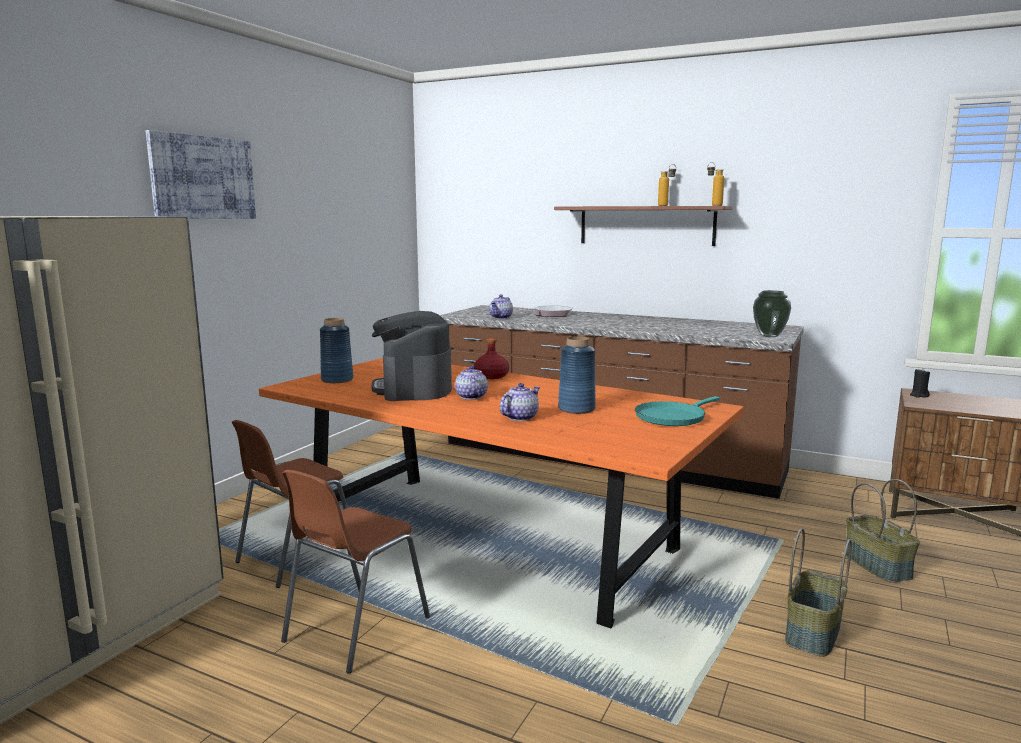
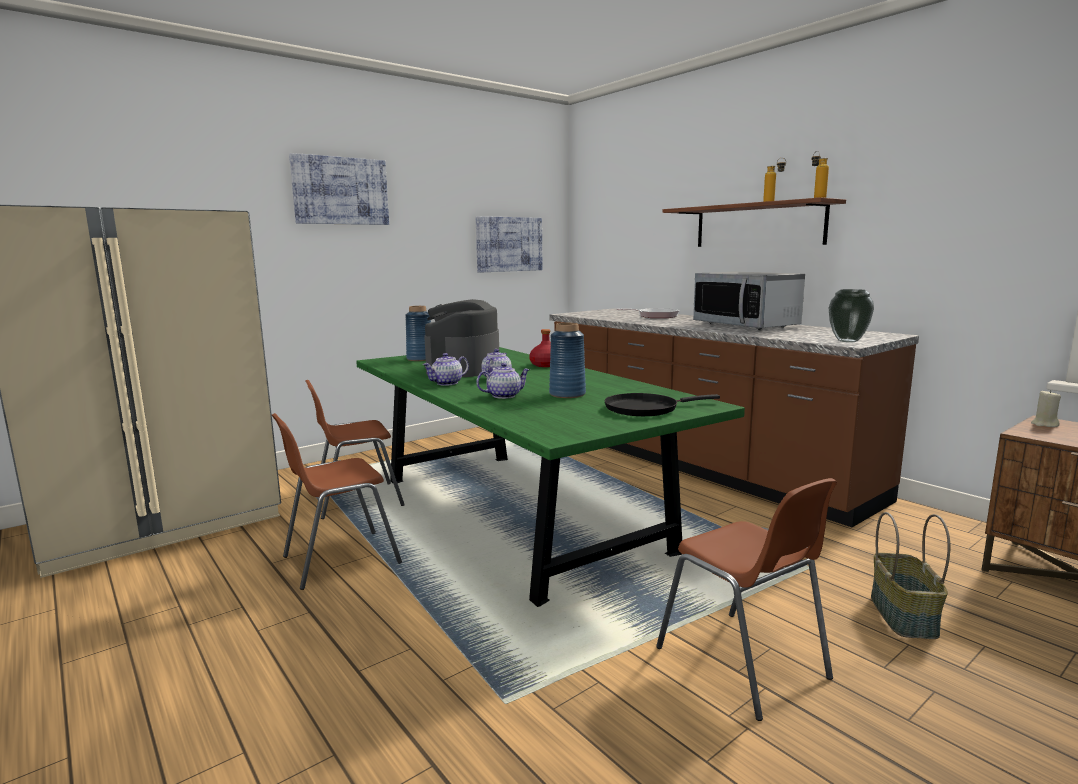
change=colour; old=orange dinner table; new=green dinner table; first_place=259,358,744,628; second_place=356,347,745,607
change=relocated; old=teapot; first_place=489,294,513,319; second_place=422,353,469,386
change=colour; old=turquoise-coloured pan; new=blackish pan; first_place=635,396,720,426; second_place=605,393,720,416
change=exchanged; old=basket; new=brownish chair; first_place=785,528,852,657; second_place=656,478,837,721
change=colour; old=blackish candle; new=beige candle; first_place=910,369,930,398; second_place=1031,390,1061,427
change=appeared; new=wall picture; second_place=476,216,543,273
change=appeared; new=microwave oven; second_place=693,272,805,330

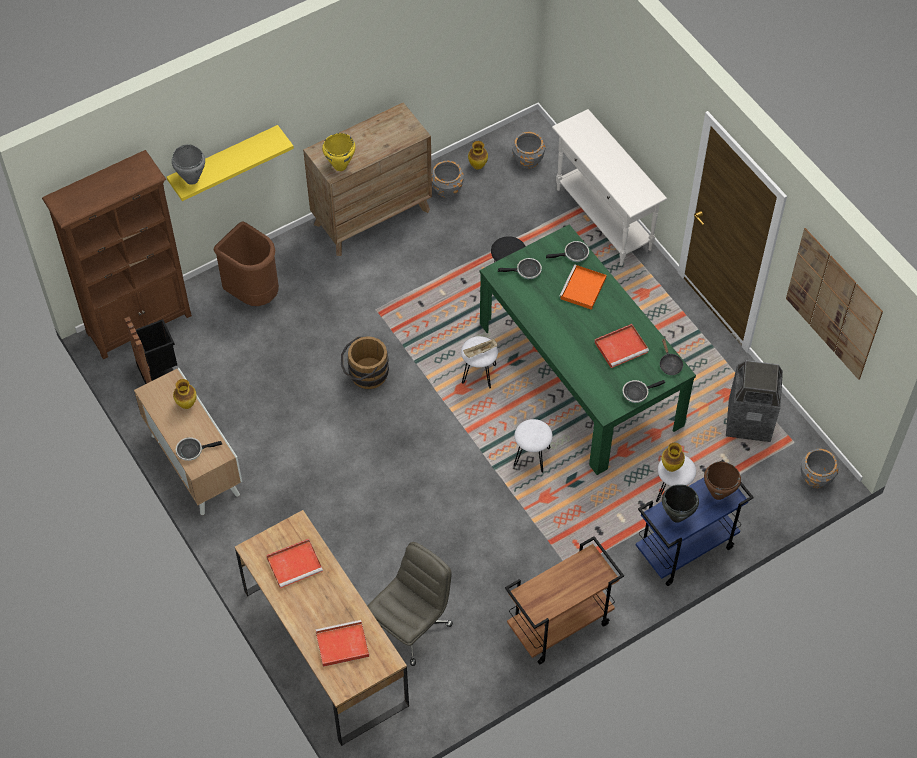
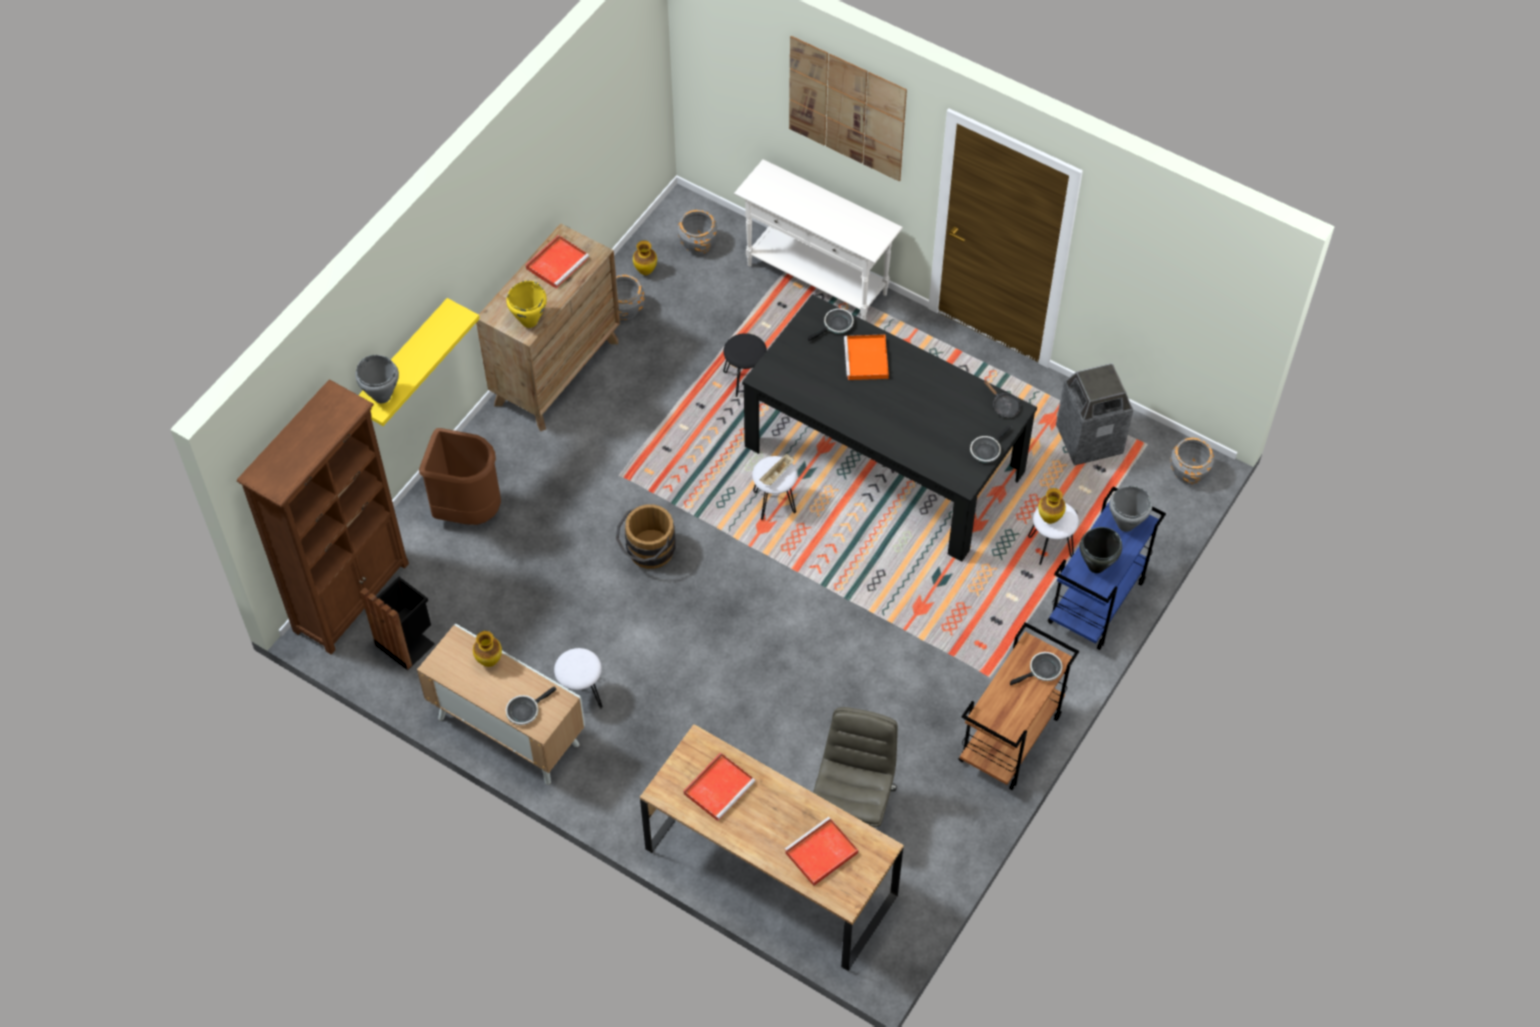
change=colour; old=green dinner table; new=blackish dinner table; first_place=480,224,696,475; second_place=742,294,1037,562
change=relocated; old=pan; first_place=498,258,542,279; second_place=1010,652,1063,685
change=relocated; old=white-coloured stool; first_place=514,419,553,473; second_place=554,648,603,709
change=relocated; old=red-coloured serving tray; first_place=594,324,649,368; second_place=526,235,589,288
change=colour; old=brownish stockpot; new=grey stockpot; first_place=704,462,741,500; second_place=1109,486,1152,532
change=relocated; old=wall picture; first_place=786,228,883,380; second_place=789,36,907,182

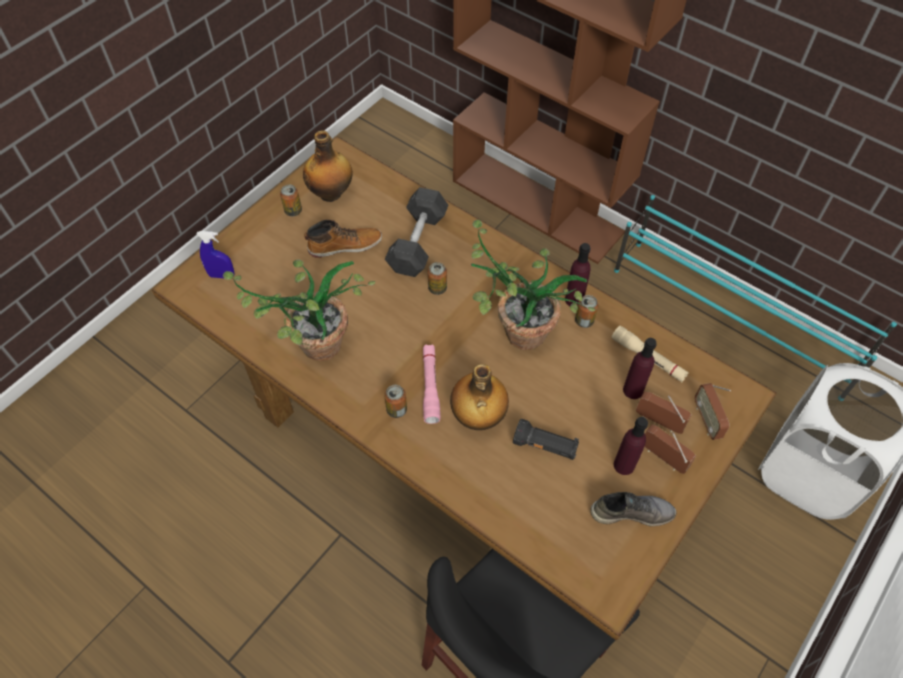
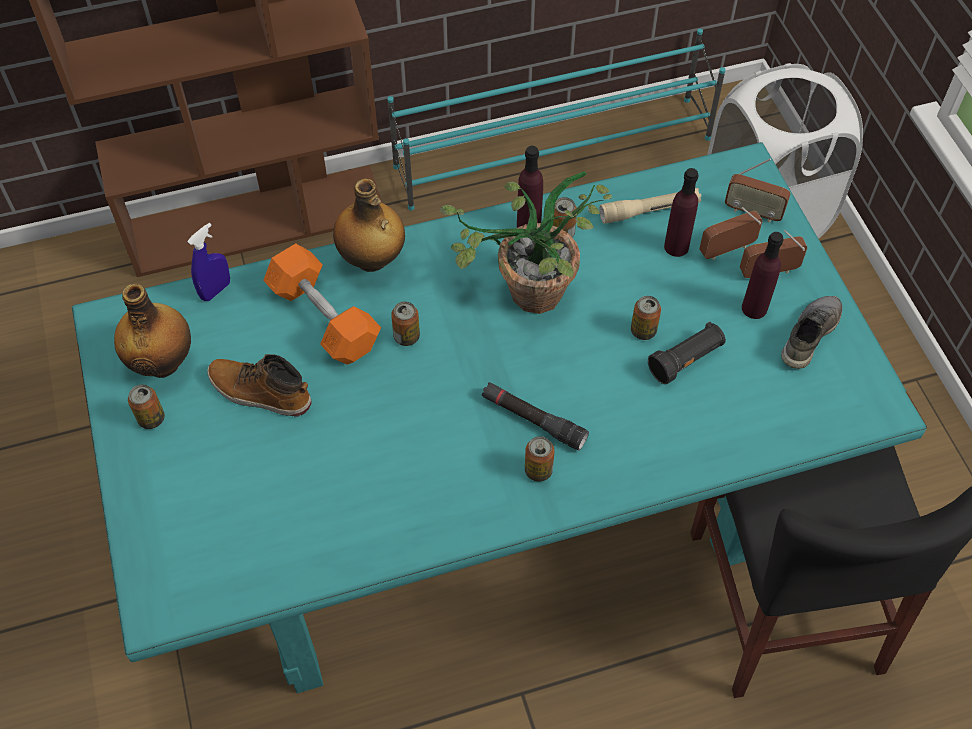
change=colour; old=brownish dinner table; new=turquoise-coloured dinner table; first_place=152,137,777,640; second_place=72,142,927,693
change=relocated; old=blue-coloured hand sprayer; first_place=196,231,235,278; second_place=187,223,230,301
change=missing; old=potted plant; first_place=223,259,375,361
change=spun; old=tall boot; first_place=304,220,382,258; second_place=207,354,312,417; degrees=-90
change=colour; old=grey dumbbell; new=orange dumbbell; first_place=385,187,448,277; second_place=263,244,381,365
change=colour; old=pink-coloured flashlight; new=blackish flashlight; first_place=423,344,441,424; second_place=482,382,589,451
change=relocated; old=bottle; first_place=450,364,509,430; second_place=333,179,405,272
change=appeared; new=metal can; second_place=631,296,661,340

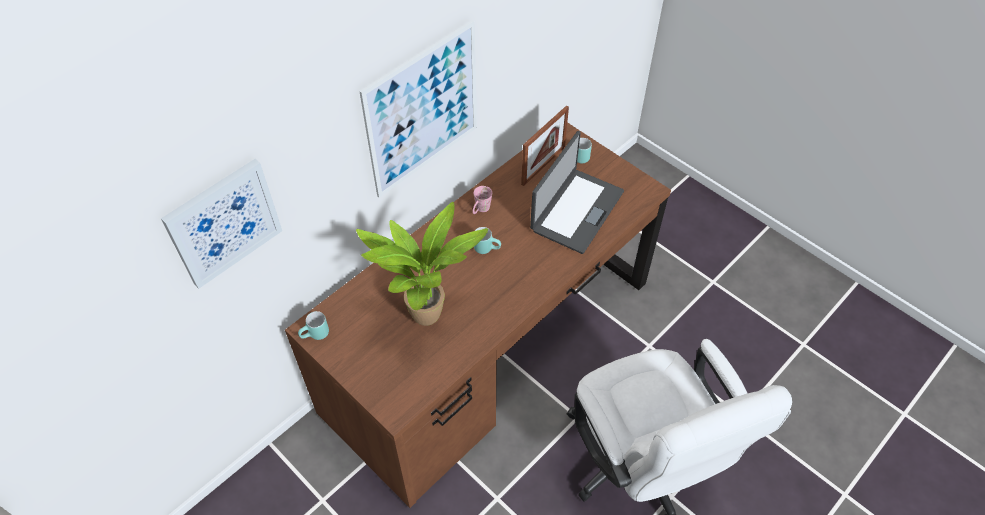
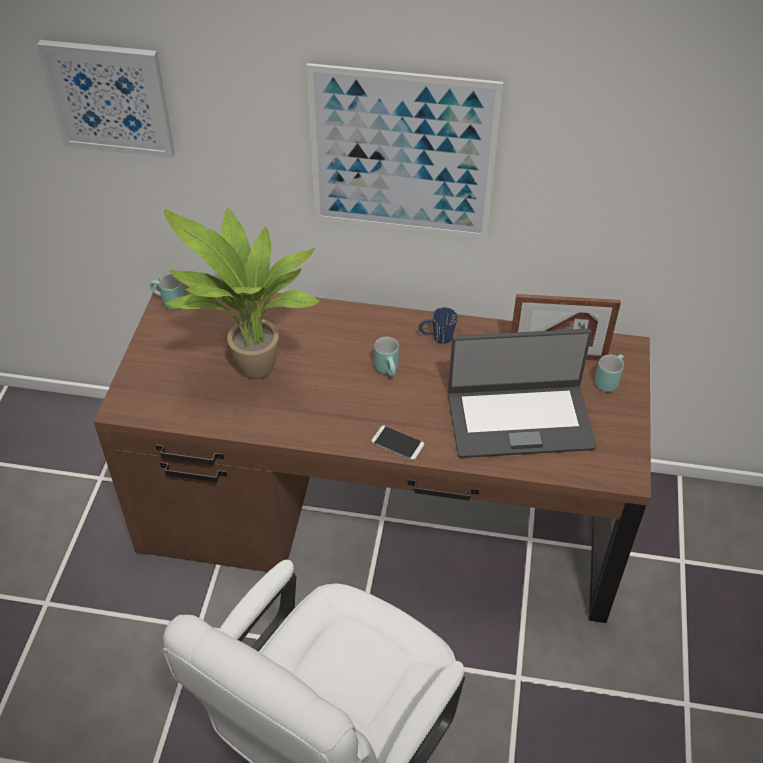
change=colour; old=pink-coloured tea mug; new=blue-coloured tea mug; first_place=473,186,492,214; second_place=419,307,457,344
change=appeared; new=telephone; second_place=371,425,424,460

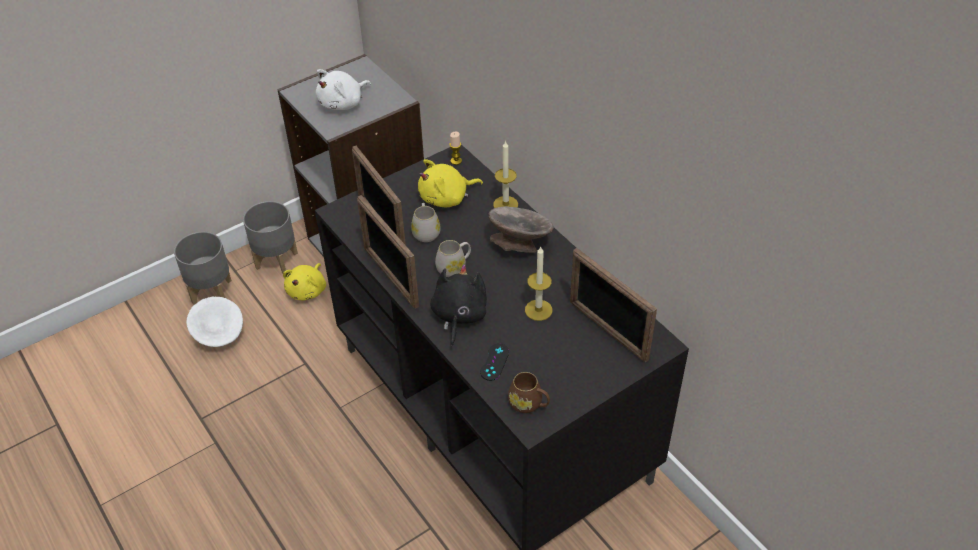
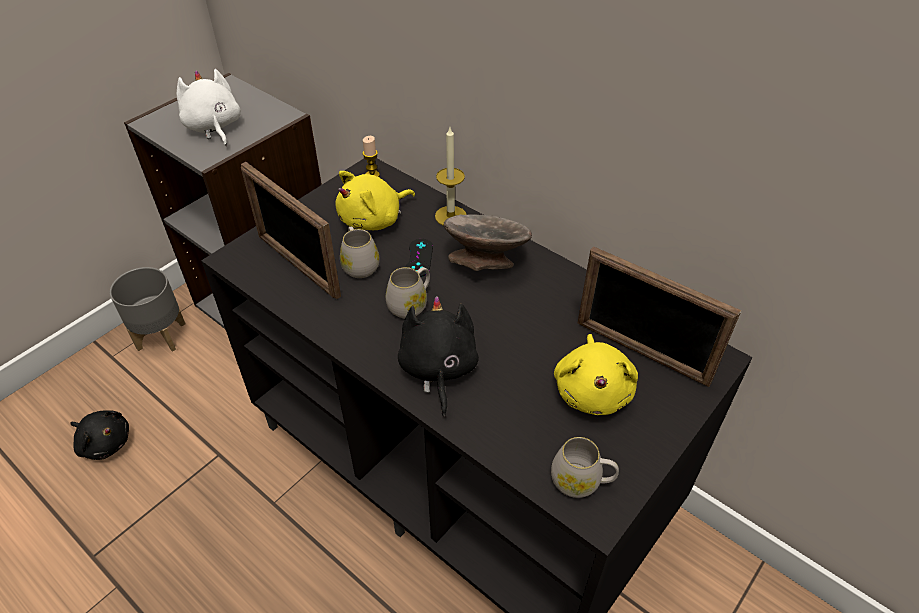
change=missing; old=grey plant pot; first_place=174,231,232,304
change=exchanged; old=white-coloured serving bowl; new=blackish cuddly toy; first_place=186,297,243,347; second_place=70,410,129,460
change=relocated; old=yellowish cuddly toy; first_place=283,263,326,300; second_place=554,334,638,415
change=spun; old=white-coloured cuddly toy; first_place=316,69,371,110; second_place=177,69,241,146; degrees=120
change=missing; old=standing frame; first_place=357,195,419,309
change=relocated; old=blackish game controller; first_place=480,343,509,381; second_place=406,239,433,277
change=colour; old=brownish tea mug; new=white-coloured tea mug; first_place=508,372,550,413; second_place=551,437,619,498
change=missing; old=candle; first_place=525,246,552,321

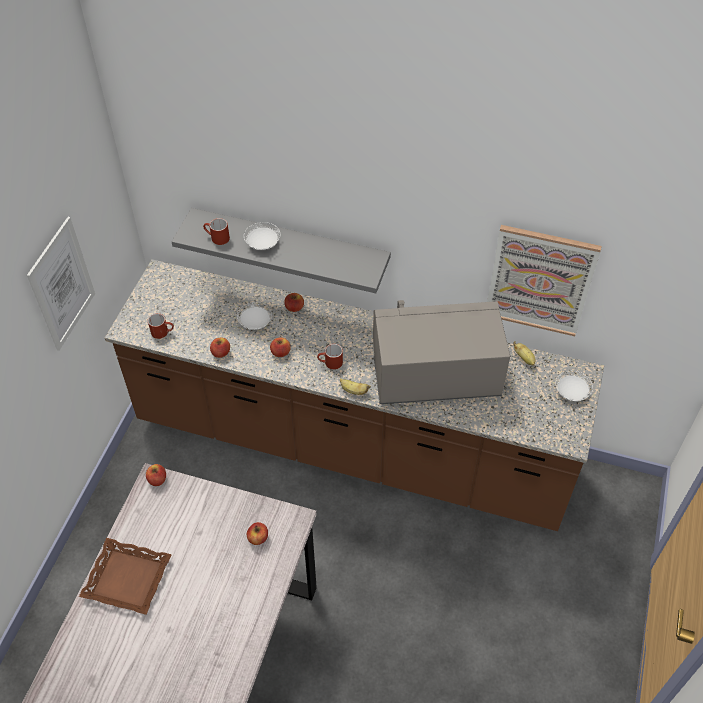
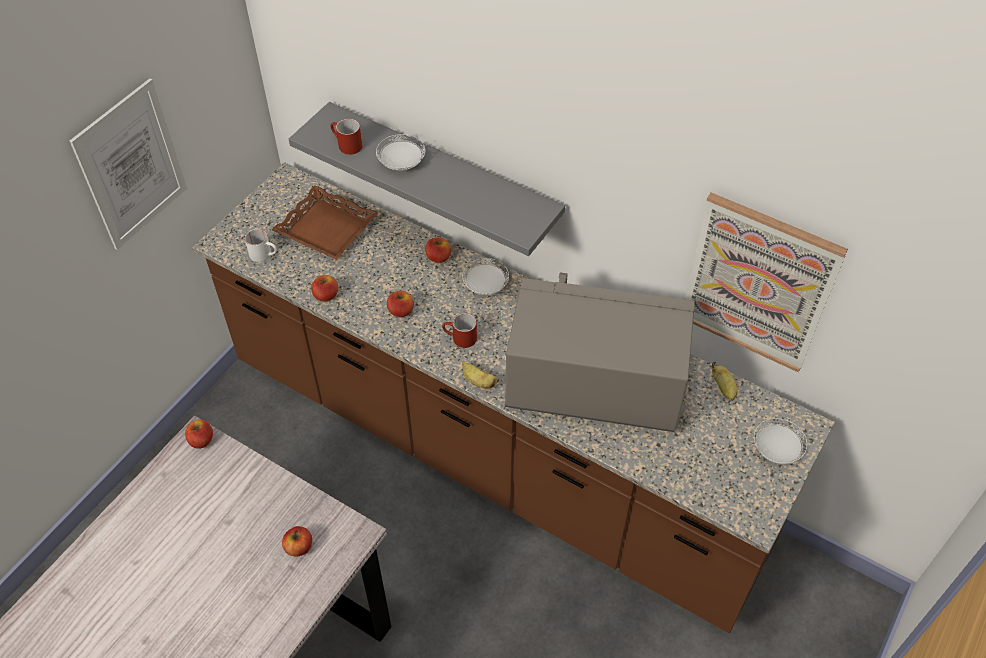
change=relocated; old=brownish serving tray; first_place=79,538,172,615; second_place=272,185,378,260
change=colour; old=red-coloured tea mug; new=white-coloured tea mug; first_place=148,313,174,339; second_place=245,229,277,262
change=relocated; old=white-coloured flat dish; first_place=237,302,272,330; second_place=462,258,509,295

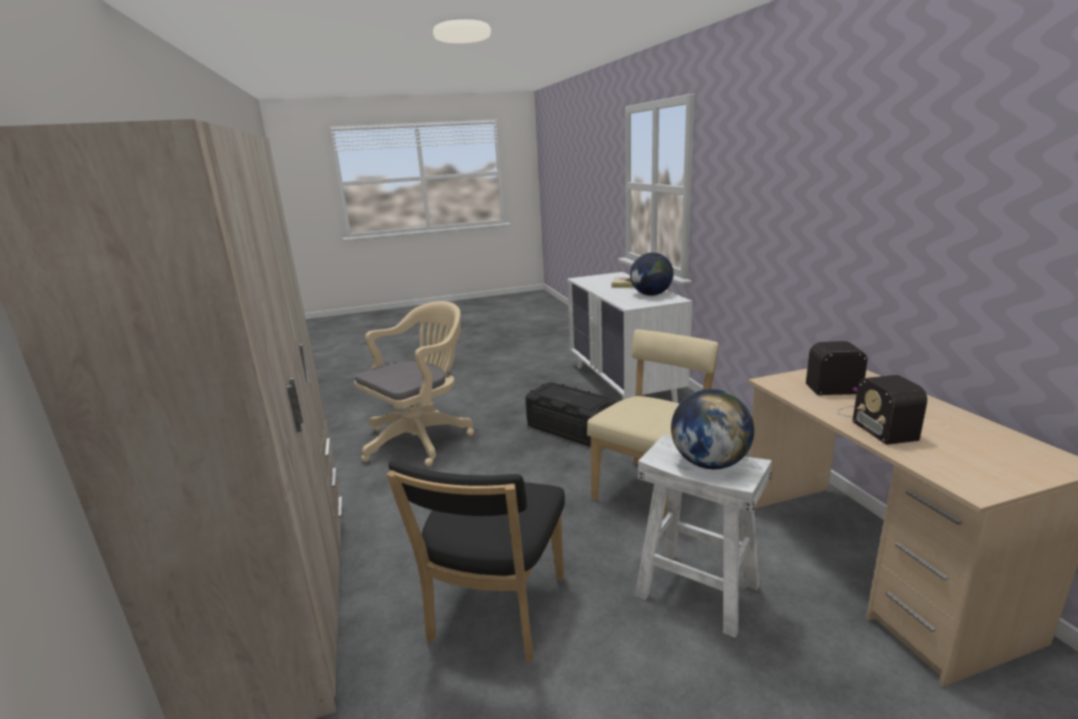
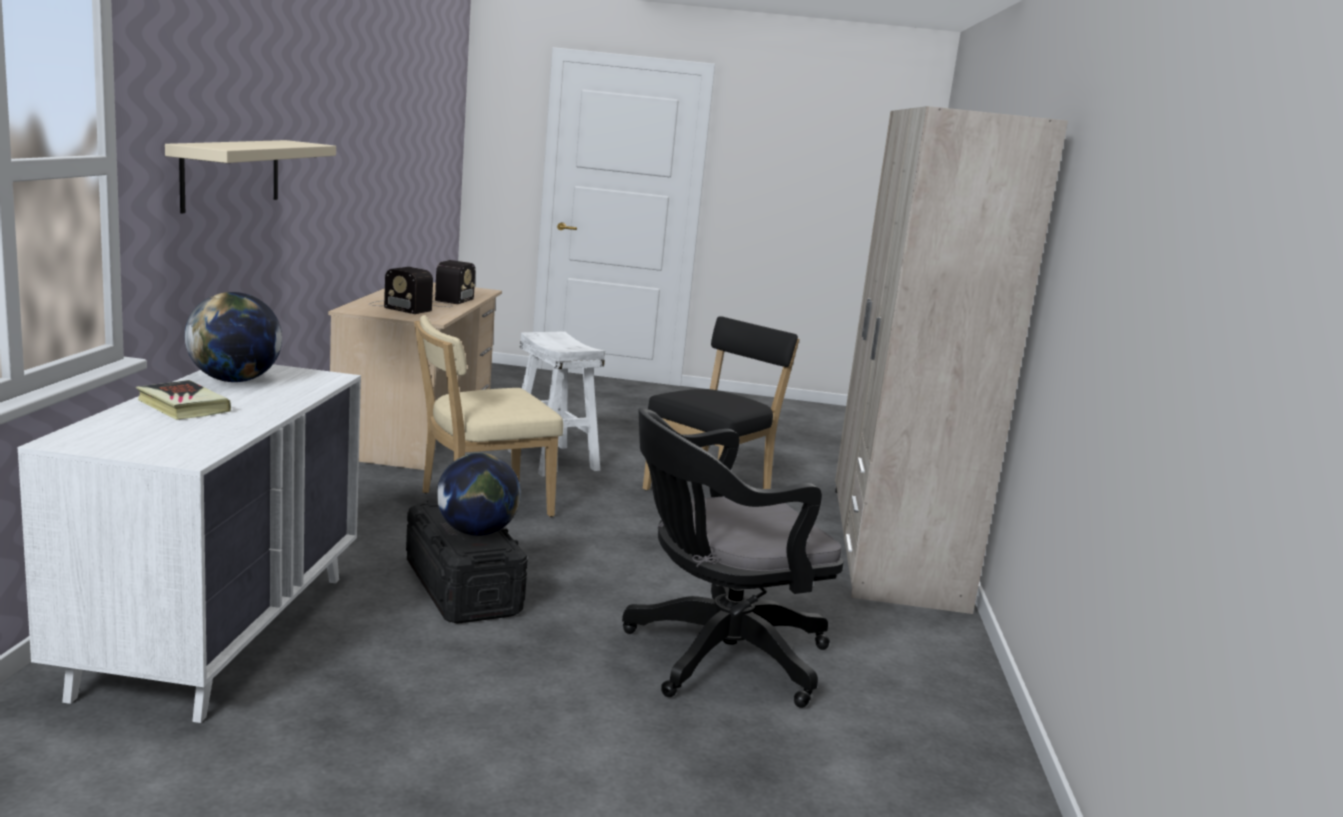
change=colour; old=beige desk chair; new=blackish desk chair; first_place=354,301,474,467; second_place=622,408,844,708
change=relocated; old=desk globe; first_place=671,389,754,469; second_place=437,453,521,536
change=appeared; new=beige bracket shelf; second_place=165,140,336,214

